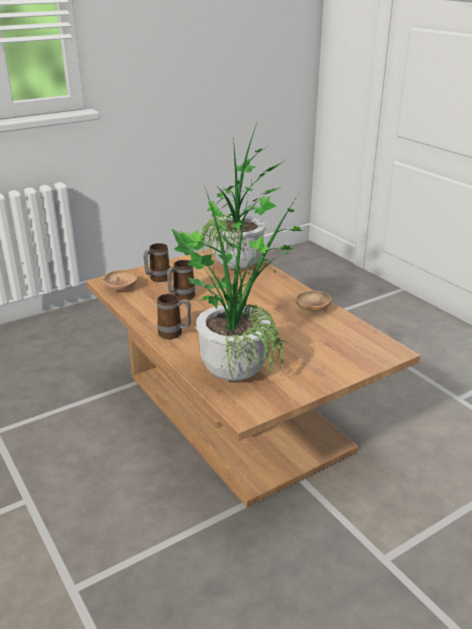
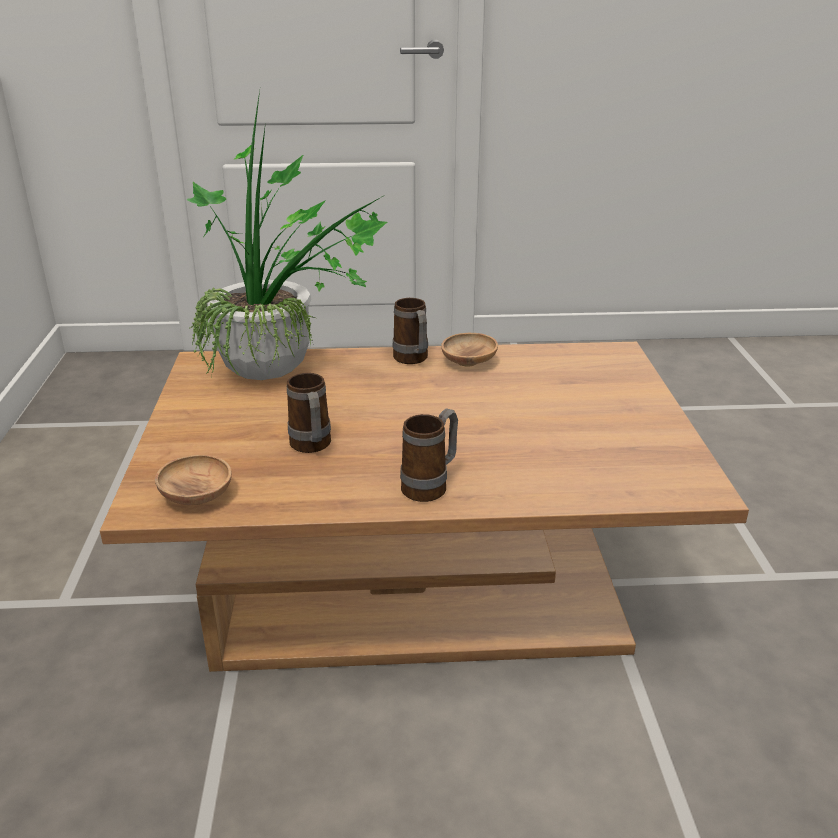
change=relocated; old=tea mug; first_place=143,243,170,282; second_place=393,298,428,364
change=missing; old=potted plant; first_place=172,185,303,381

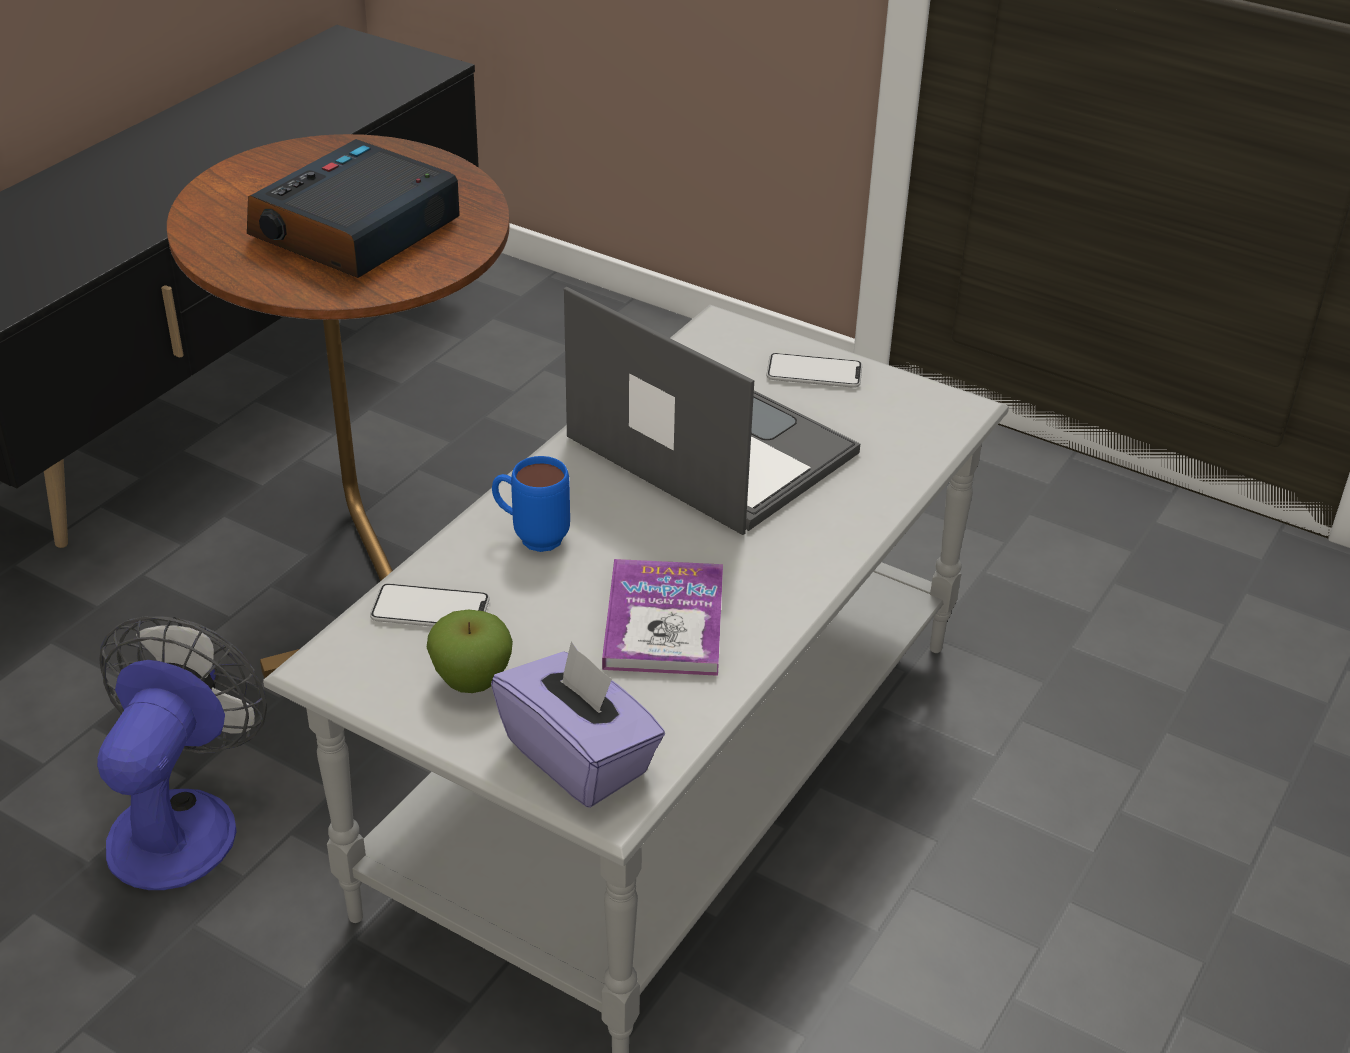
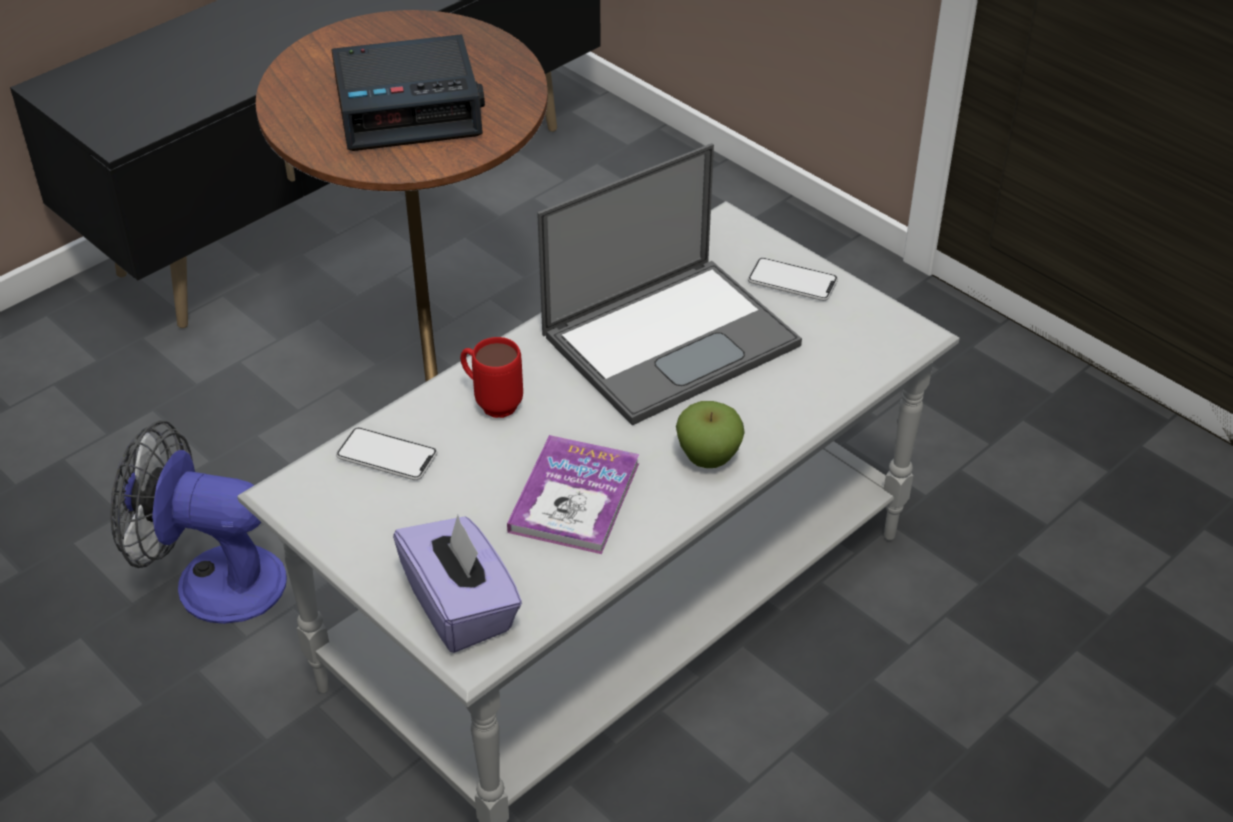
change=spun; old=cooling fan; first_place=97,616,267,890; second_place=110,421,287,624; degrees=-105
change=spun; old=alarm clock; first_place=247,139,460,278; second_place=332,34,485,151; degrees=-150
change=relocated; old=whole apple; first_place=427,609,513,693; second_place=676,401,745,468
change=colour; old=blue-coloured tea mug; new=red-coloured tea mug; first_place=492,456,570,552; second_place=460,337,523,418
change=spun; old=laptop; first_place=564,287,860,535; second_place=537,143,802,425; degrees=90

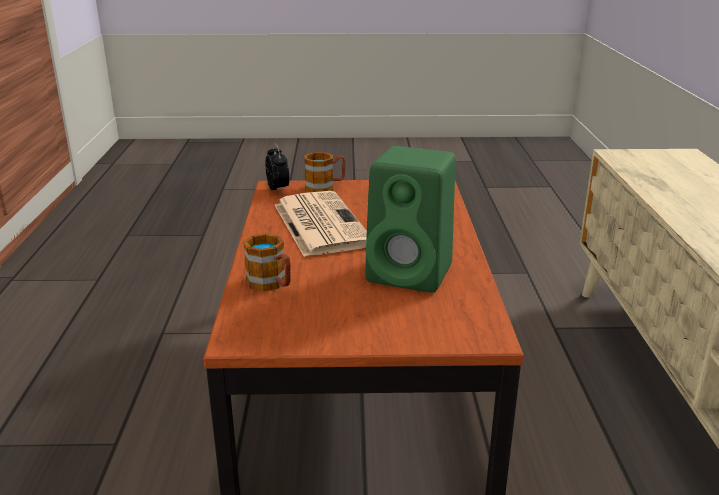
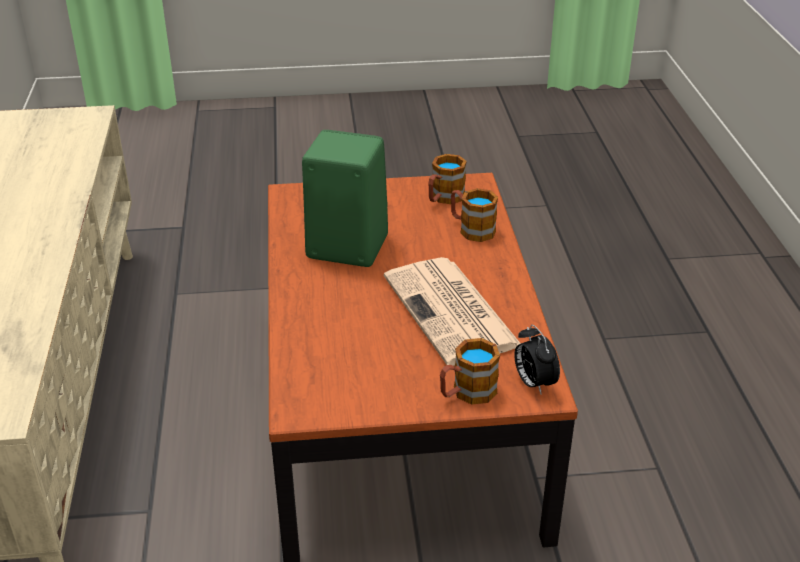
change=appeared; new=tea mug; second_place=428,154,467,204

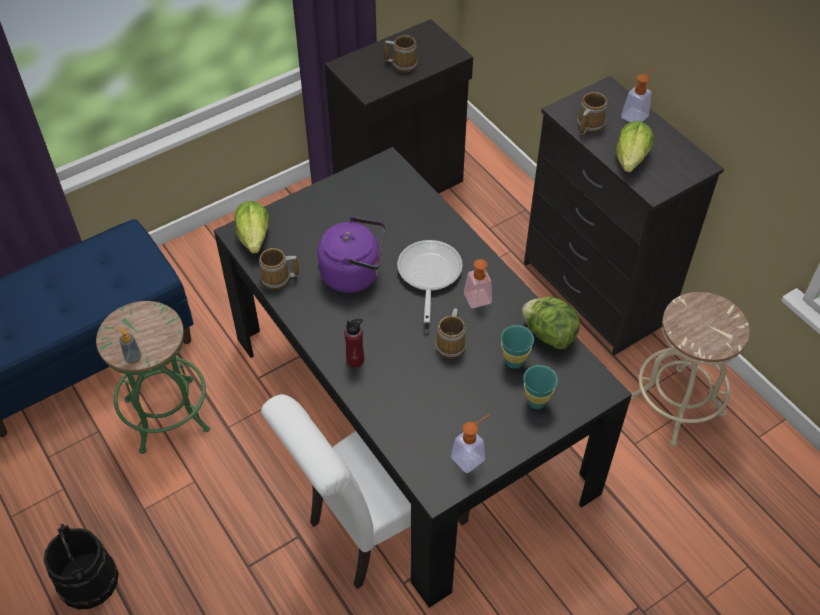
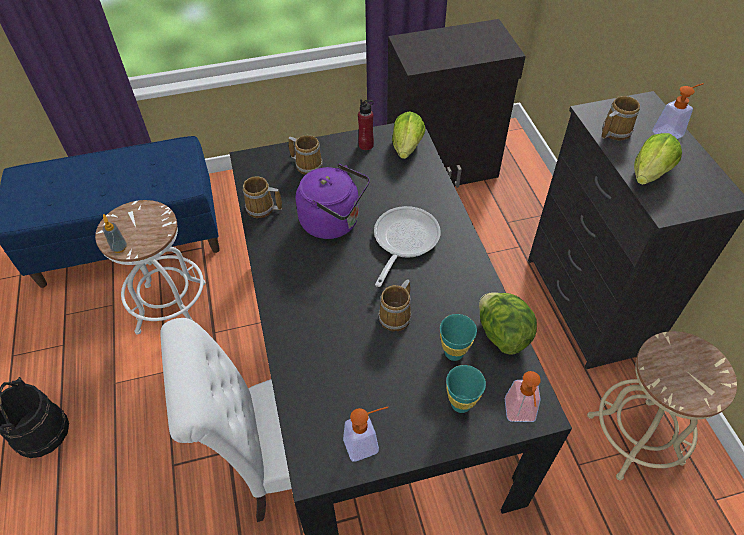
change=colour; old=green stool; new=white-coloured stool; first_place=96,301,210,454; second_place=95,200,206,335
change=relocated; old=head of lettuce; first_place=235,201,269,253; second_place=392,111,426,159
change=relocated; old=red-coloured bottle; first_place=344,319,364,368; second_place=358,99,374,150
change=relocated; old=tea mug; first_place=384,35,418,73; second_place=288,135,323,175
change=relocated; old=liquid soap bottle; first_place=464,259,492,308; second_place=505,371,541,422

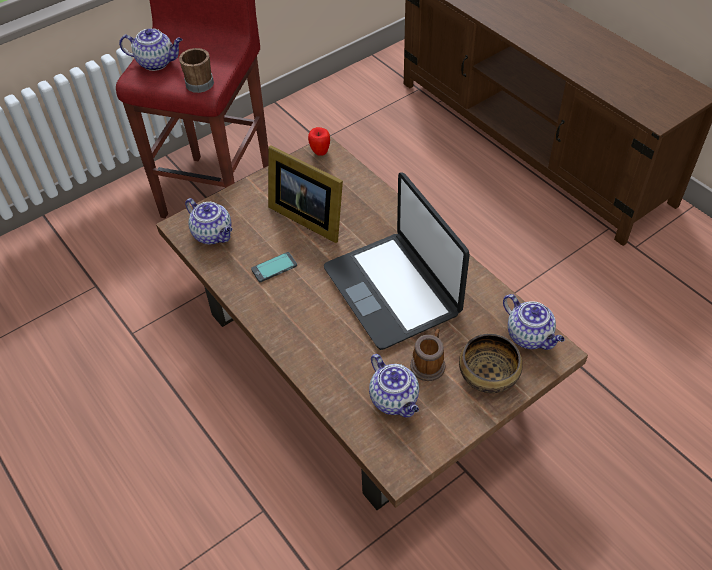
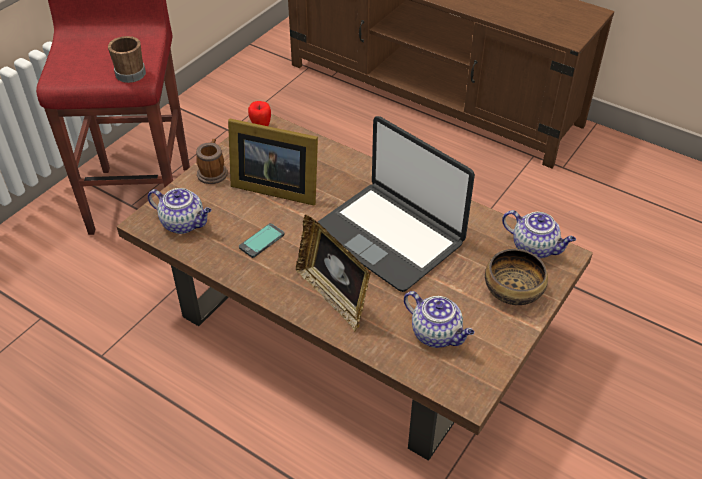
change=missing; old=teapot; first_place=119,28,183,71
change=relocated; old=tea mug; first_place=410,329,445,381; second_place=196,139,228,184
change=appeared; new=standing frame; second_place=296,215,371,332

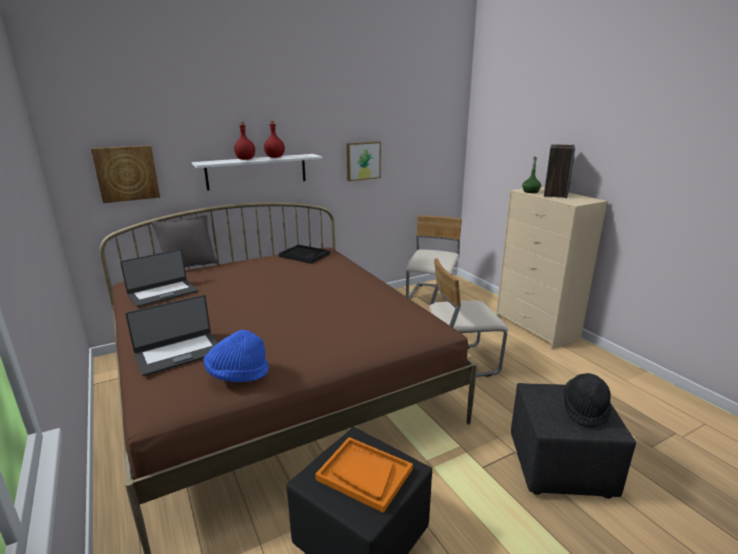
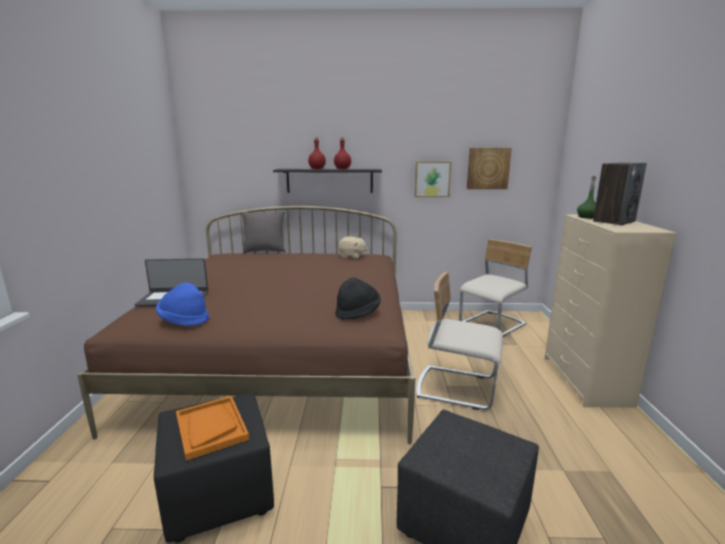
change=relocated; old=wall picture; first_place=91,145,160,203; second_place=467,148,512,189
change=missing; old=laptop; first_place=120,249,198,307
change=colour; old=white-coloured bracket shelf; new=blackish bracket shelf; first_place=192,154,322,191; second_place=273,169,382,193
change=exchanged; old=blackish serving tray; new=beige cuddly toy; first_place=279,245,330,264; second_place=338,236,368,259
change=relocated; old=blackish wearable hat; first_place=564,373,611,428; second_place=335,277,381,320

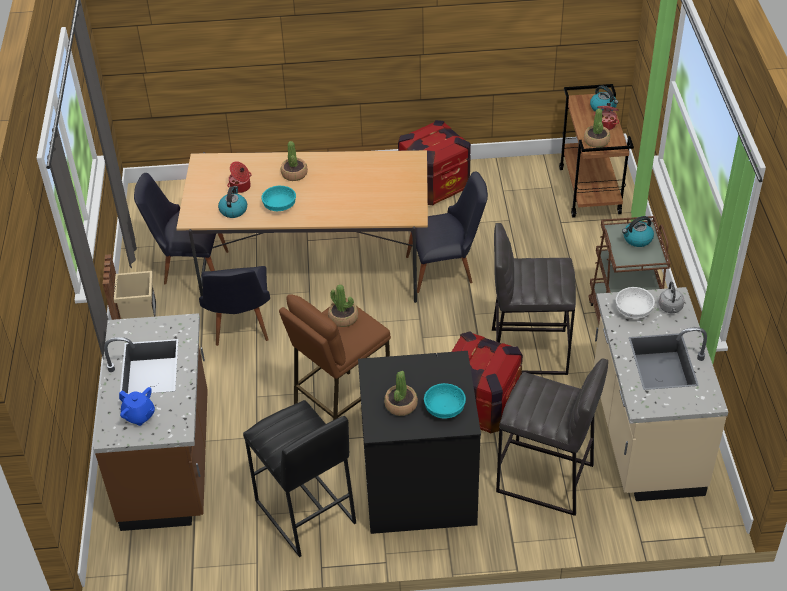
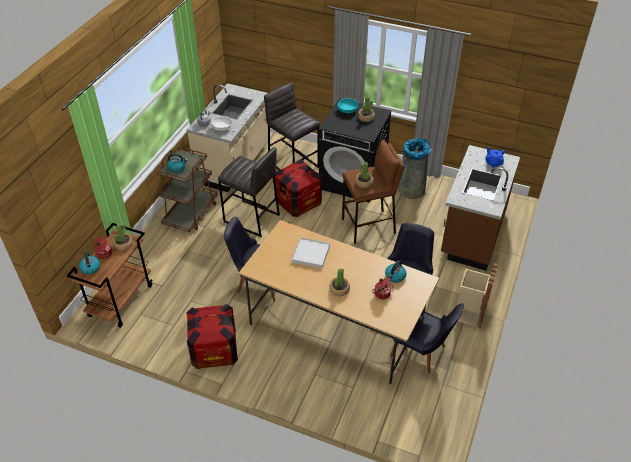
change=exchanged; old=blackish stool; new=grey rubbish bin; first_place=243,400,356,557; second_place=398,138,432,199
change=missing; old=turquoise-coloured serving bowl; first_place=261,186,296,211
change=appeared; new=white-coloured serving tray; second_place=292,237,330,268

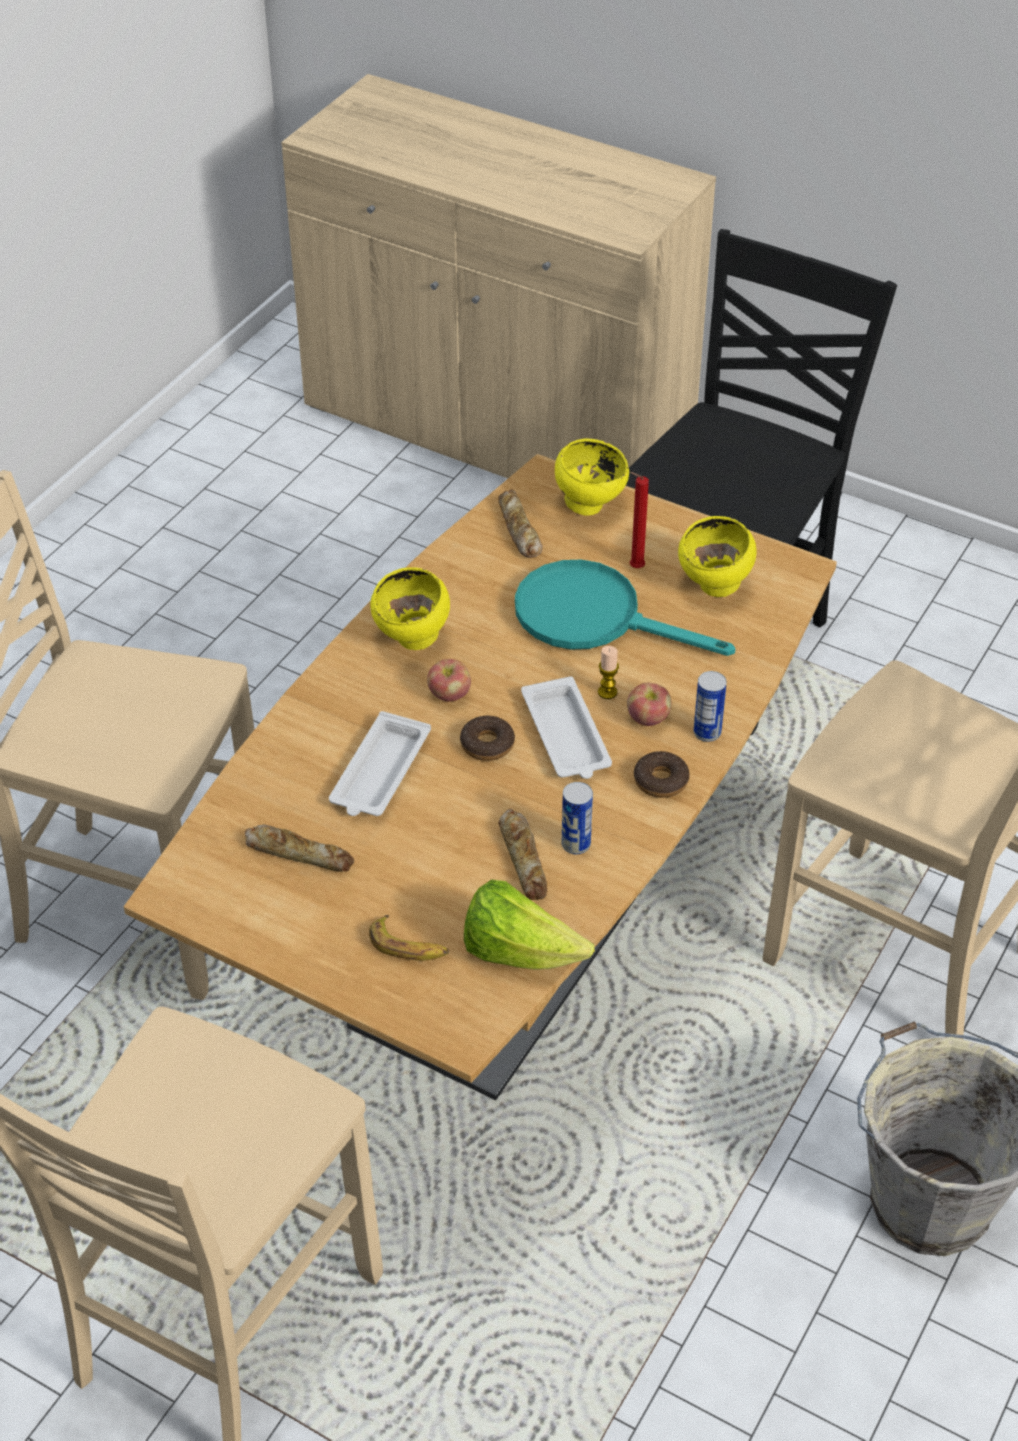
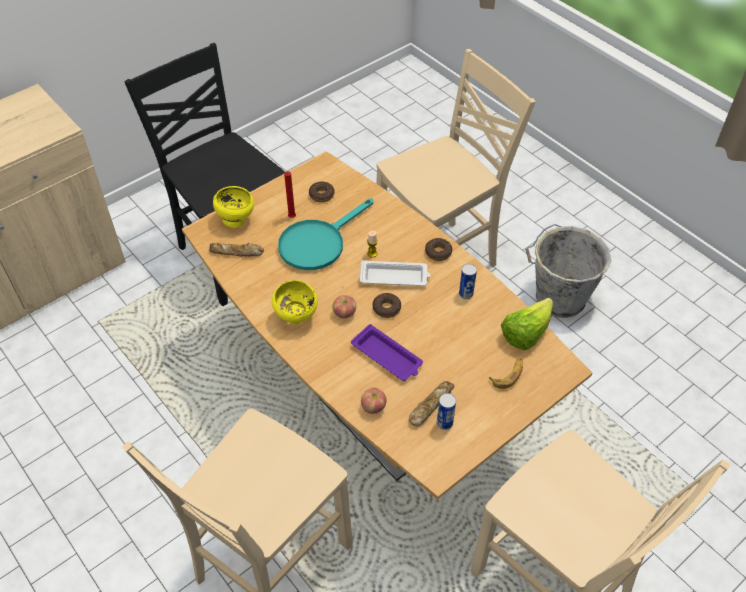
change=colour; old=white-coloured serving tray; new=purple-coloured serving tray; first_place=329,711,431,816; second_place=351,324,423,381
change=missing; old=bakery bread; first_place=498,808,547,900
change=relocated; old=whole apple; first_place=627,683,671,726; second_place=361,387,386,414
change=exchanged; old=yellowish serving bowl; new=donut; first_place=678,516,756,597; second_place=309,182,334,202
change=relocated; old=metal can; first_place=693,671,727,742; second_place=437,393,456,430

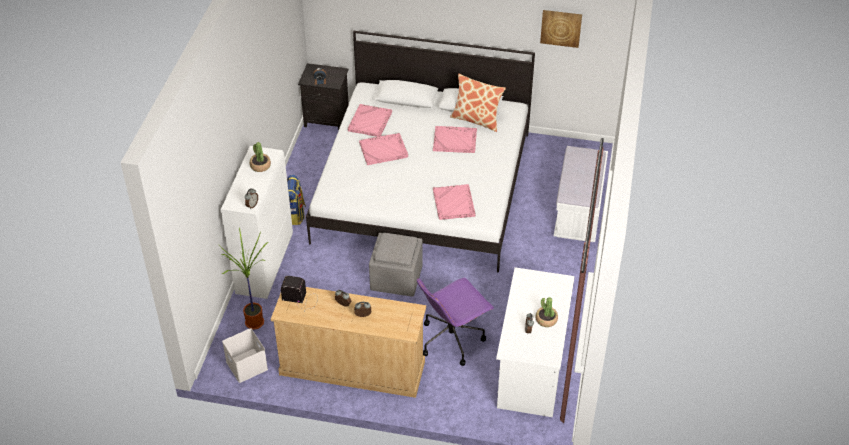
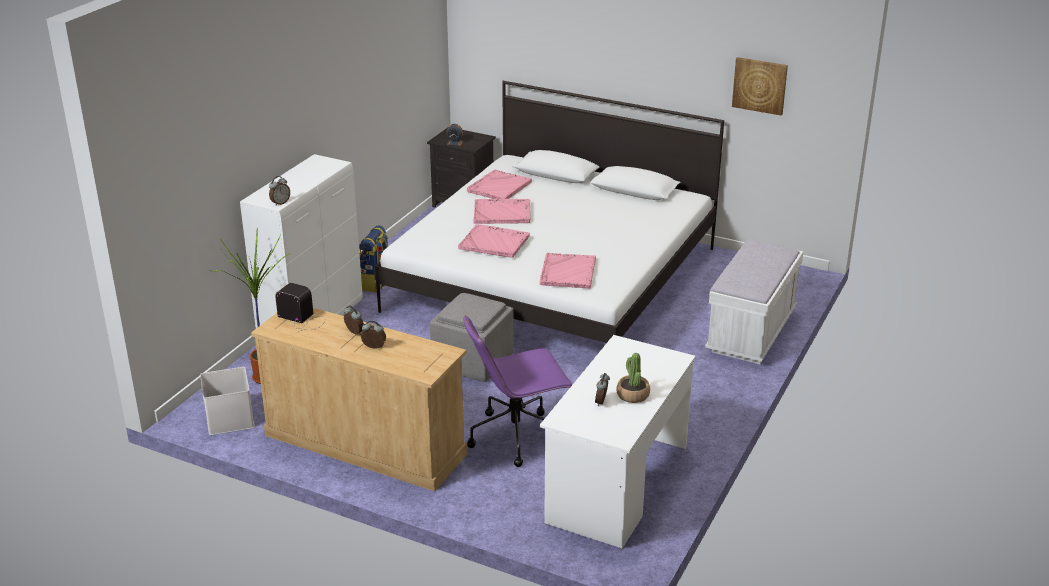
change=missing; old=potted plant; first_place=250,142,271,172
change=relocated; old=pink-coloured serving tray; first_place=433,126,477,153; second_place=458,224,530,258
change=missing; old=throw pillow; first_place=450,74,506,132

